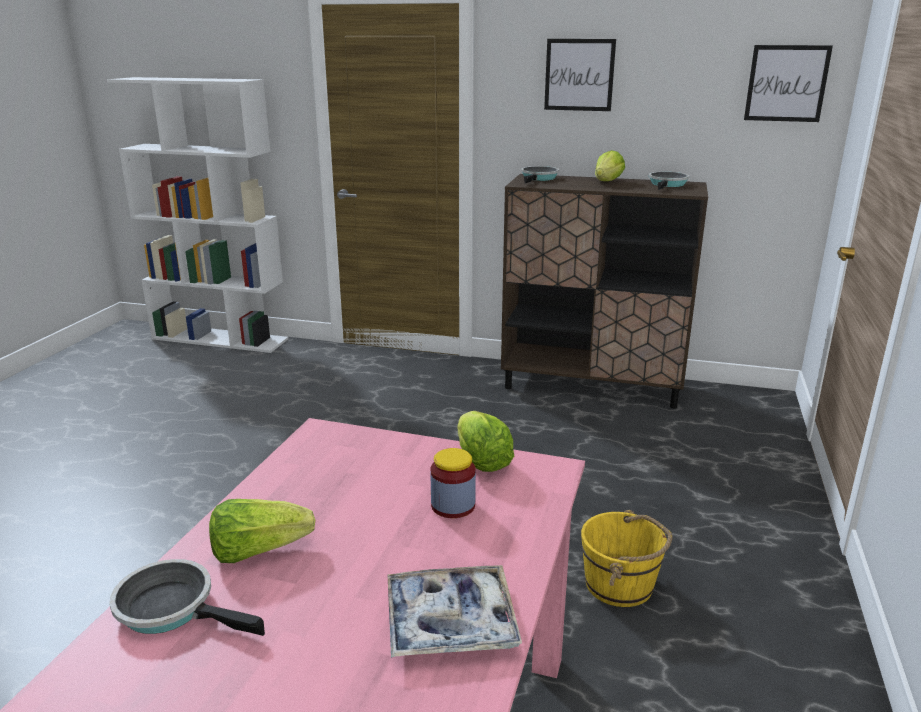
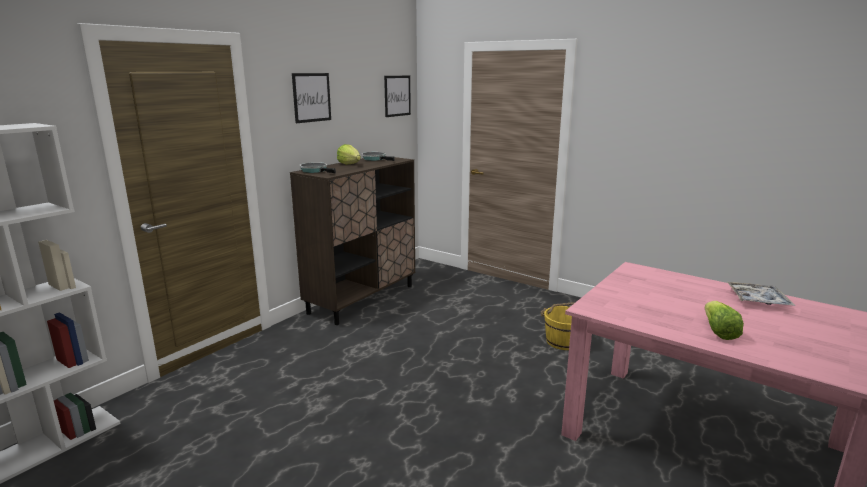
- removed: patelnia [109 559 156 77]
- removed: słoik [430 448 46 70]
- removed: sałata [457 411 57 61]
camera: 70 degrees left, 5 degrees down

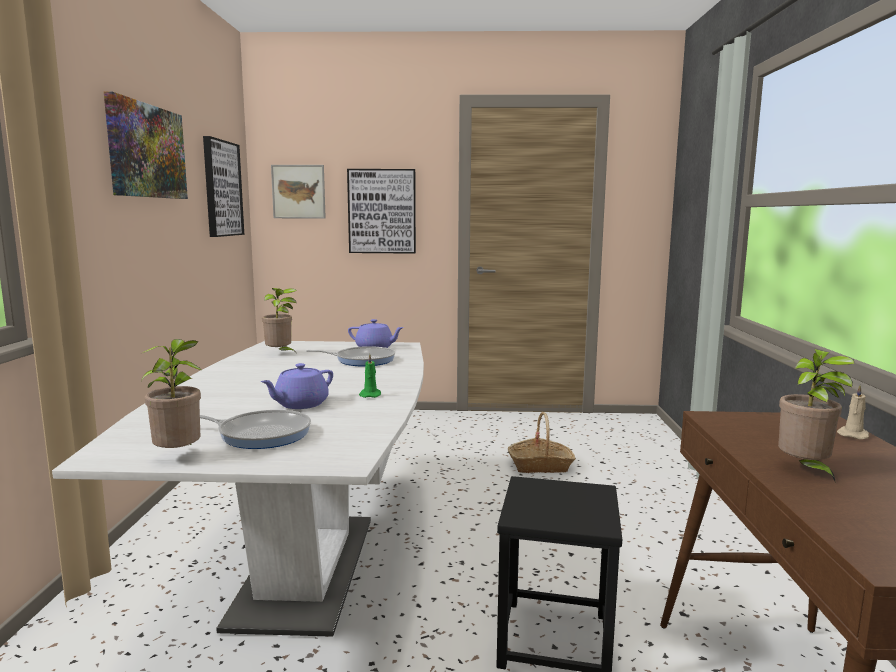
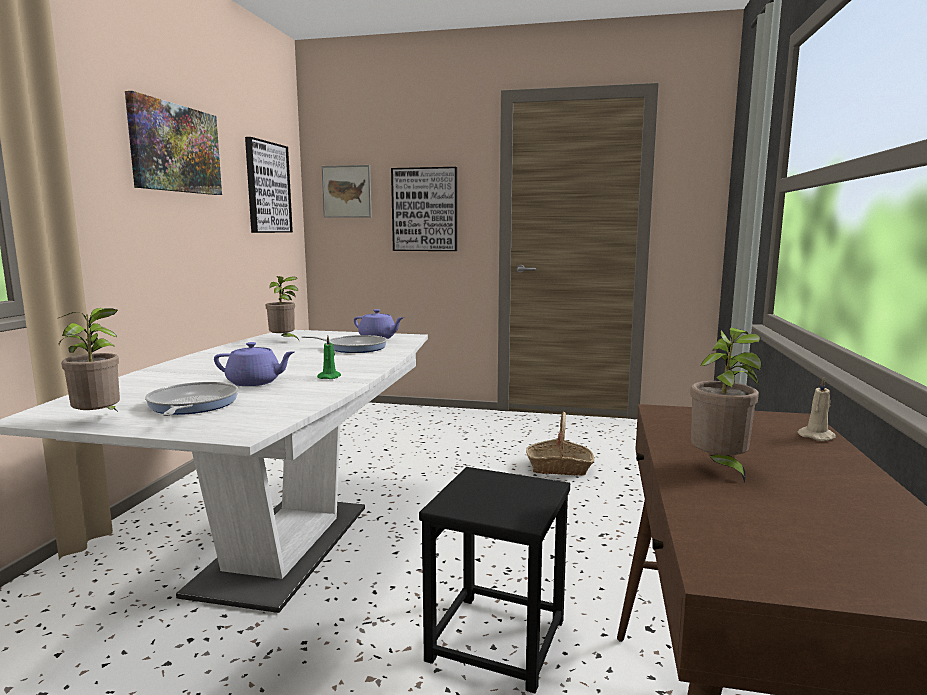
- turned: patelnia [200 410 111 39] = [145 382 93 34] 120 degrees counterclockwise
- turned: imbryk (fioletowy) [261 363 72 46] = [214 342 80 44] 135 degrees counterclockwise
camera: 10 degrees right, 0 degrees up

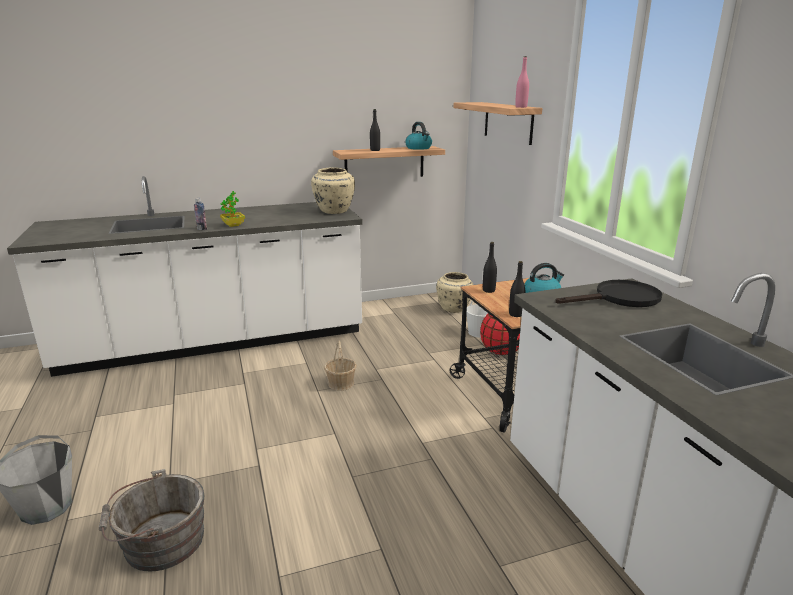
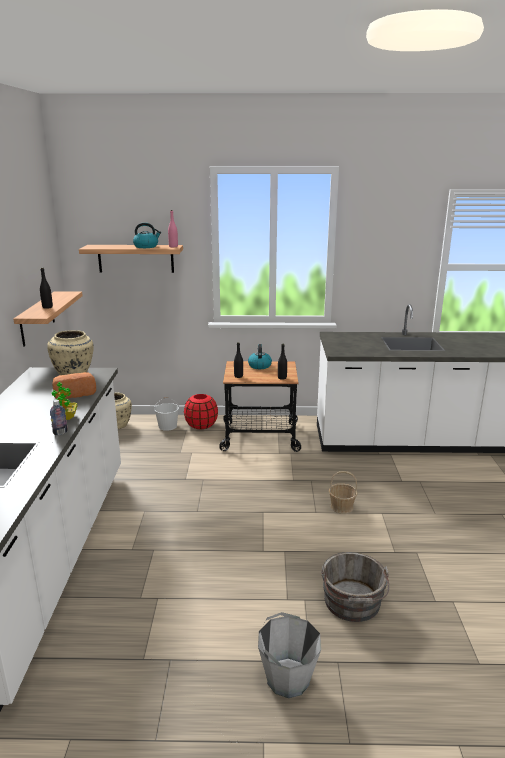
- added: chleb [53 372 43 27]
- moved: czajnik [405 122 27 28] to [133 222 28 26]
- moved: koszyk [324 340 33 51] to [329 471 28 43]
- removed: patelnia (czarny) [555 280 107 27]
camera: 70 degrees left, 0 degrees up

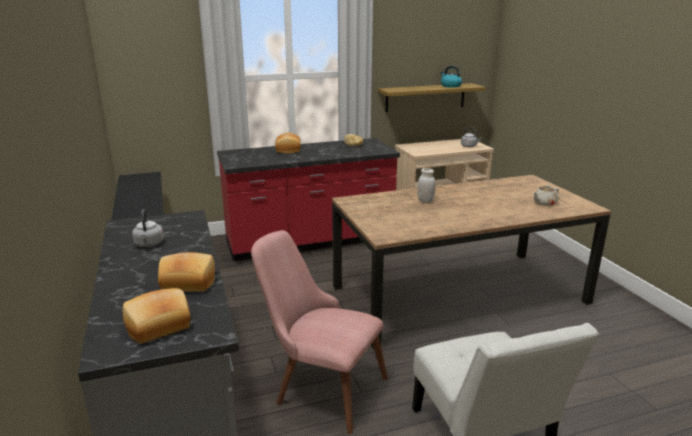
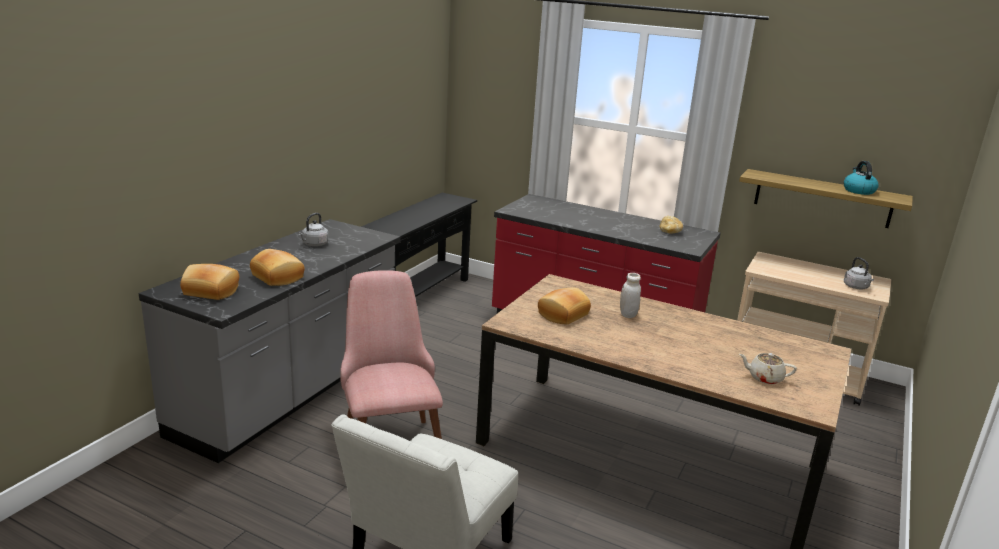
- moved: chleb [275 132 26 22] to [538 288 53 37]
camera: 45 degrees right, 0 degrees up

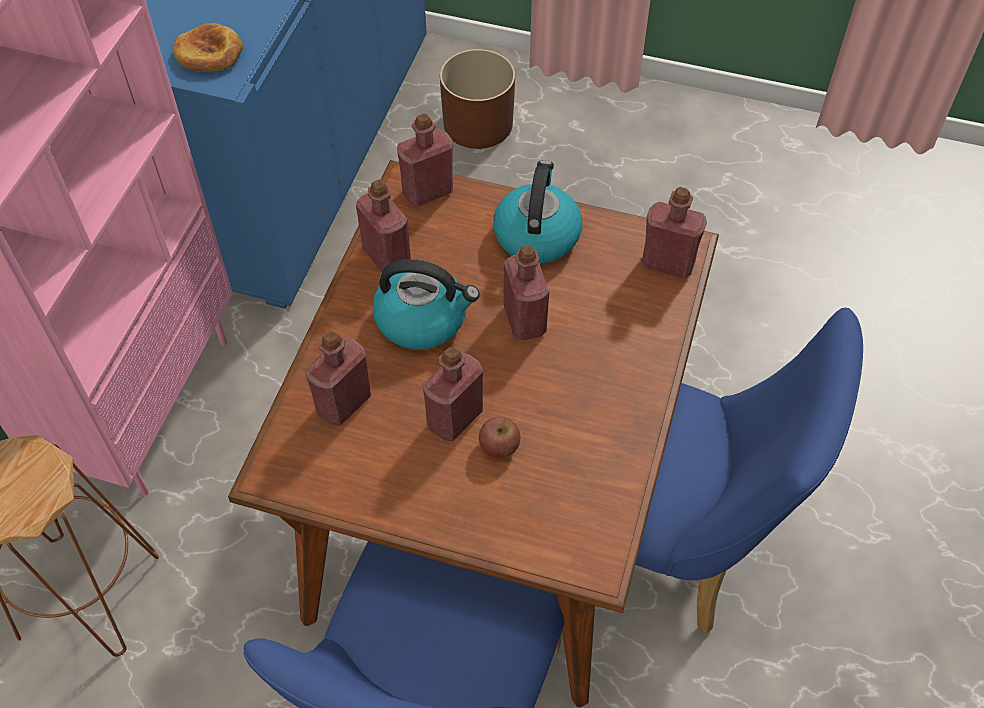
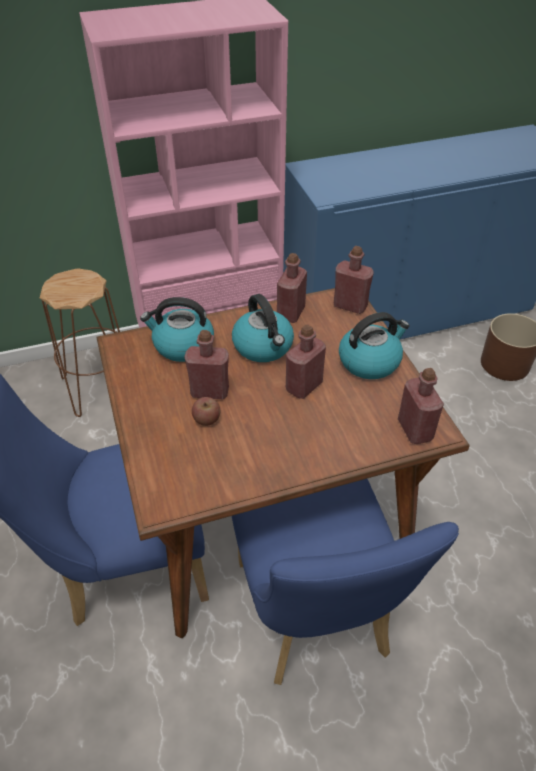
- replaced: butelka (czerwony) [305 331 66 95] to czajnik [140 297 74 65]
- removed: chleb [173 23 70 49]
camera: 55 degrees right, 10 degrees down

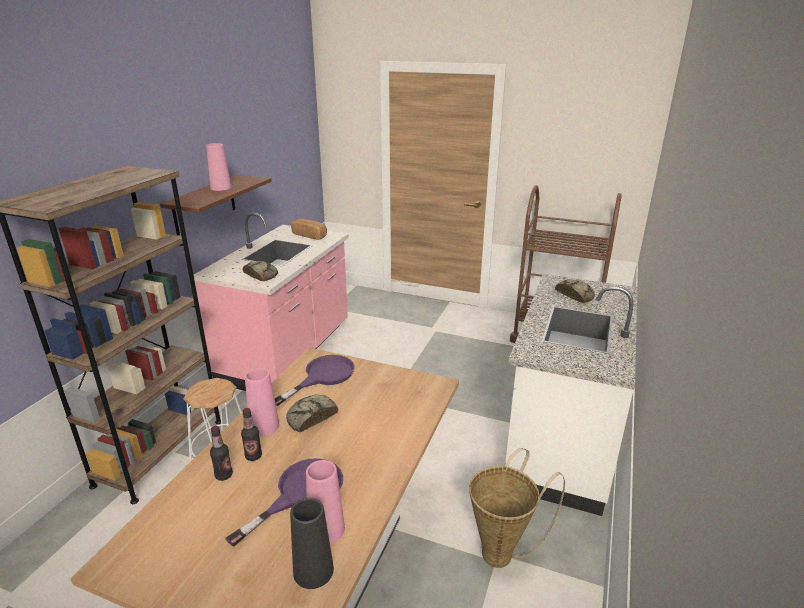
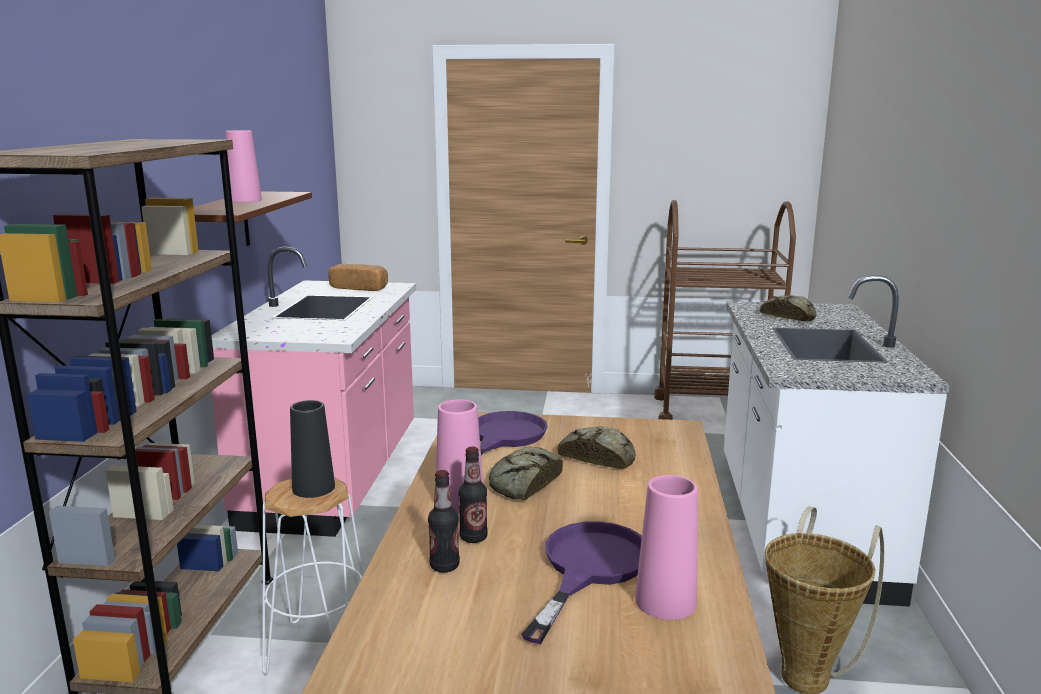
- moved: wazon (czarny) [290 498 44 91] to [290 400 45 98]
- moved: chleb [243 261 35 20] to [557 426 78 43]
camera: 15 degrees left, 10 degrees down

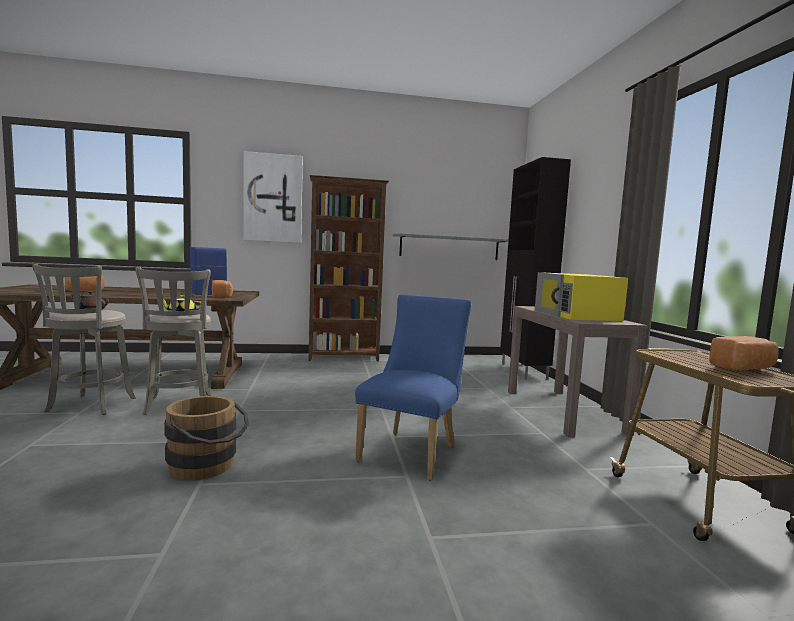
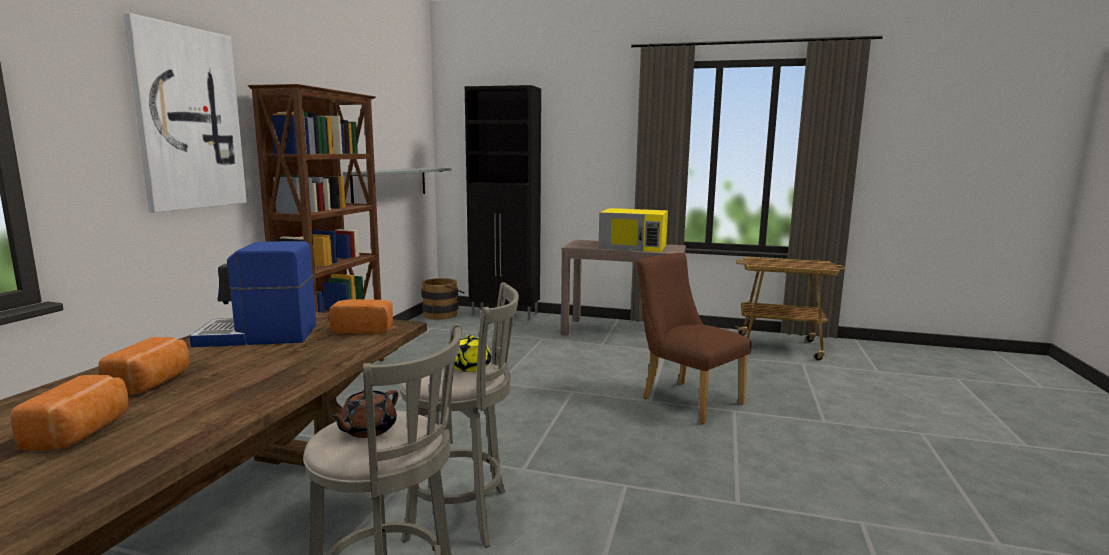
- moved: chleb [709 336 70 34] to [98 337 91 58]
- moved: wiadro (brązowy) [164 396 85 84] to [421 278 44 42]
- recoloured: krzesło (niebieski) [355 294 116 187] to krzesło (brązowy) [637 253 115 171]
camera: 65 degrees left, 5 degrees up

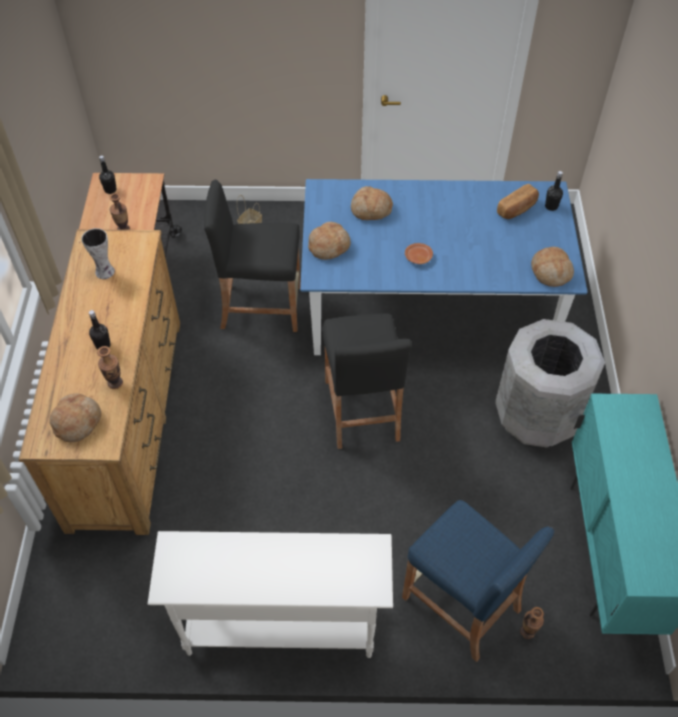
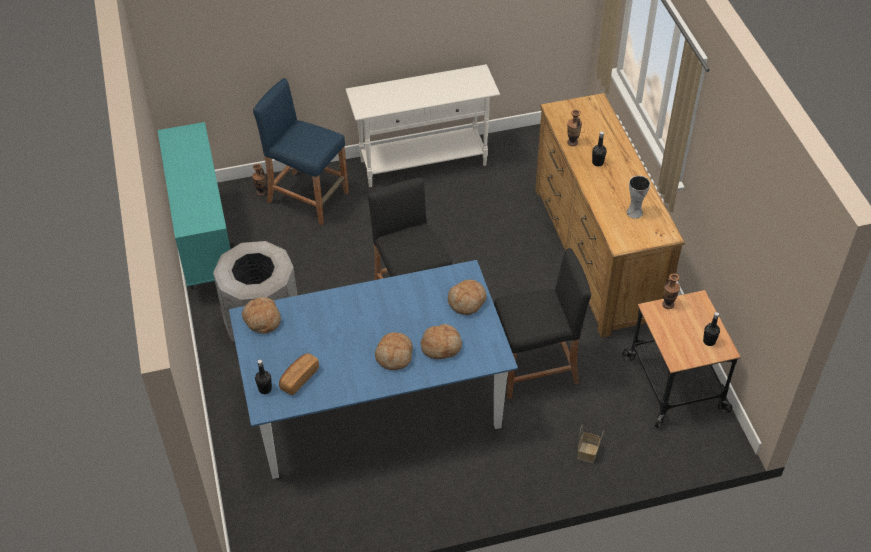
- moved: chleb [49 393 52 49] to [375 332 38 38]
- removed: talerz (brązowy) [405 243 28 21]
camera: 165 degrees right, 5 degrees down

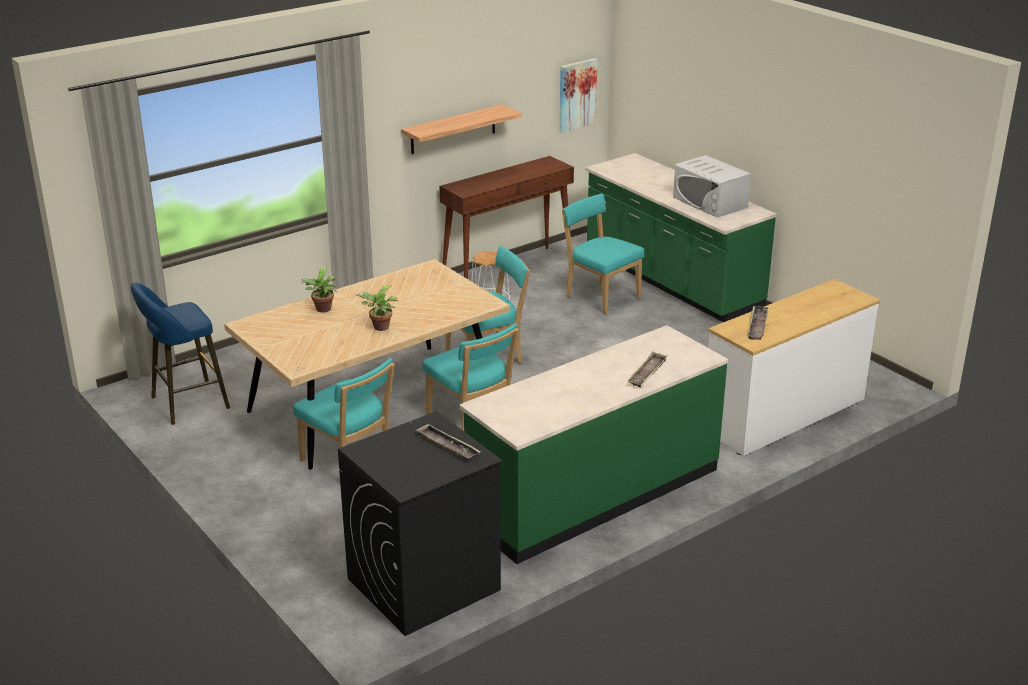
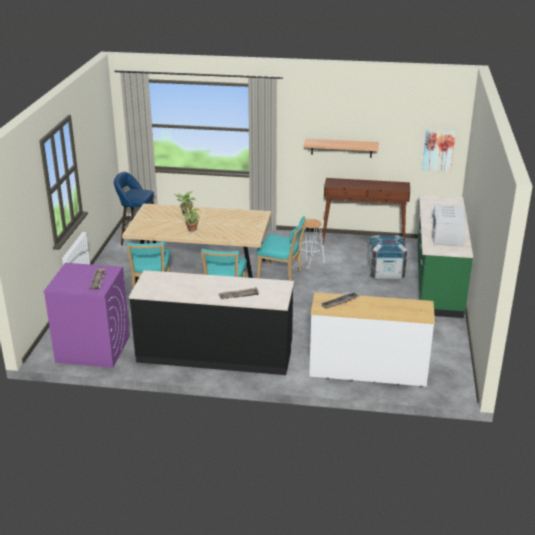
- recoloured: pralka (czarny) [338 411 164 225] to pralka (fioletowy) [43 263 87 105]
- recoloured: zabudowa kuchenna (zielony) [459 325 269 239] to zabudowa kuchenna (czarny) [129 270 165 105]
- replaced: krzesło (turkusowy) [562 194 83 121] to skrzynka [368 235 39 45]
camera: 45 degrees right, 0 degrees up

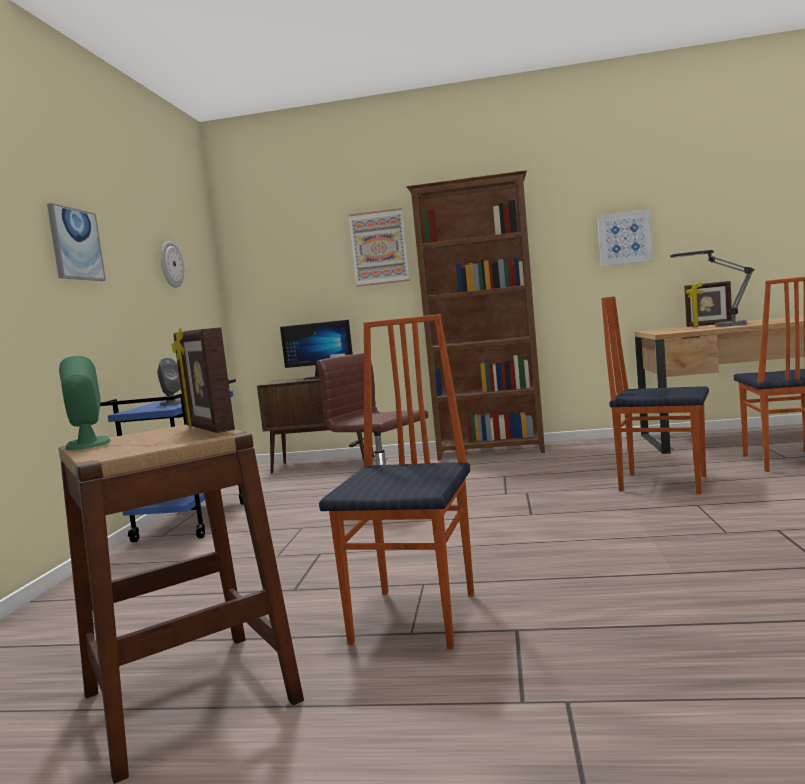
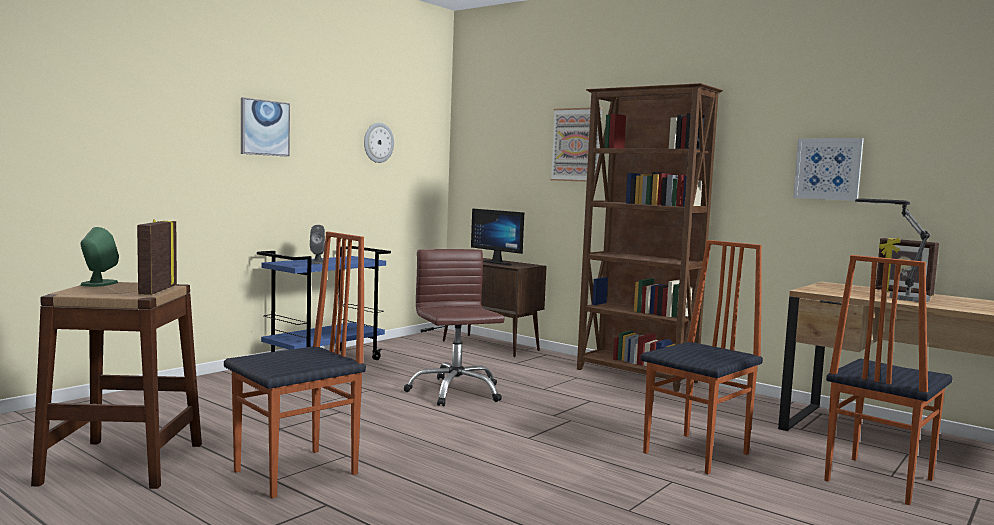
- turned: krzesło [601 296 108 198] = [641 240 122 234] 75 degrees clockwise
camera: 30 degrees right, 0 degrees up

